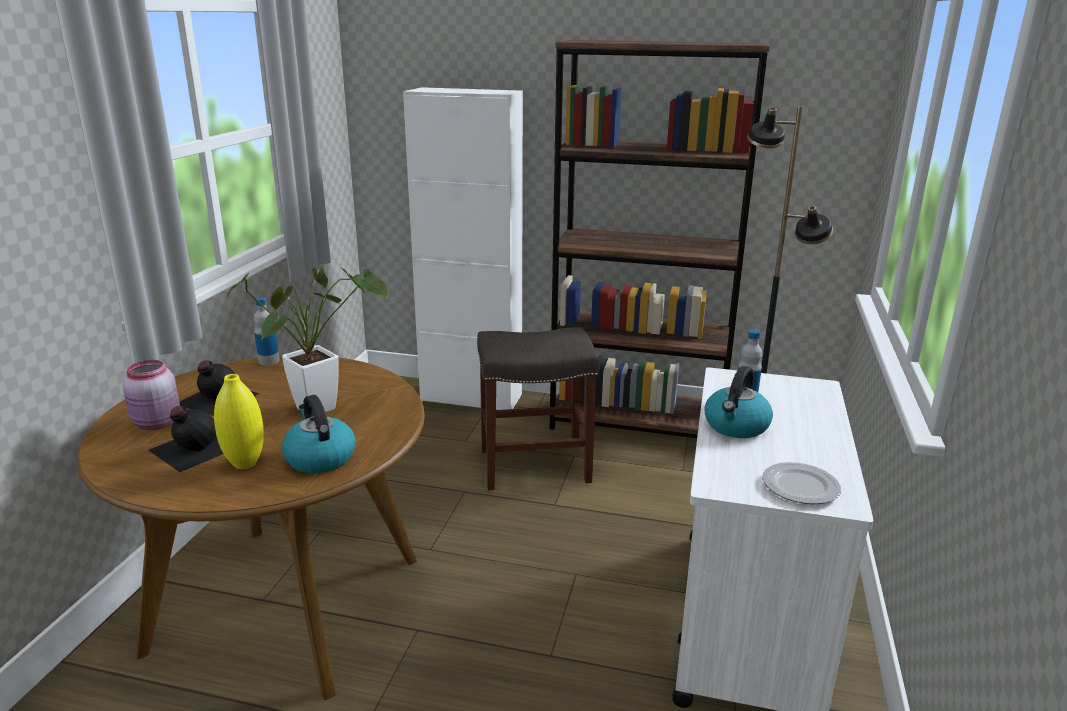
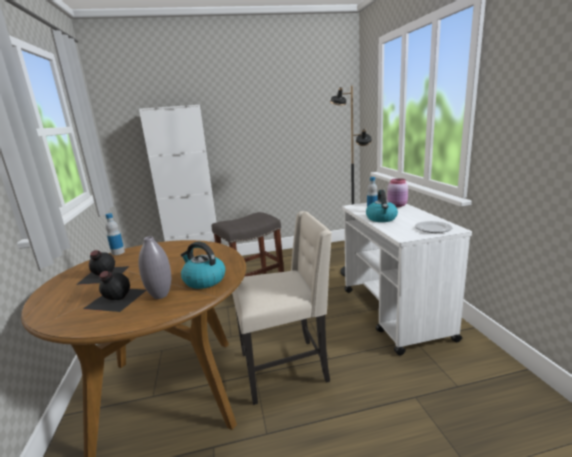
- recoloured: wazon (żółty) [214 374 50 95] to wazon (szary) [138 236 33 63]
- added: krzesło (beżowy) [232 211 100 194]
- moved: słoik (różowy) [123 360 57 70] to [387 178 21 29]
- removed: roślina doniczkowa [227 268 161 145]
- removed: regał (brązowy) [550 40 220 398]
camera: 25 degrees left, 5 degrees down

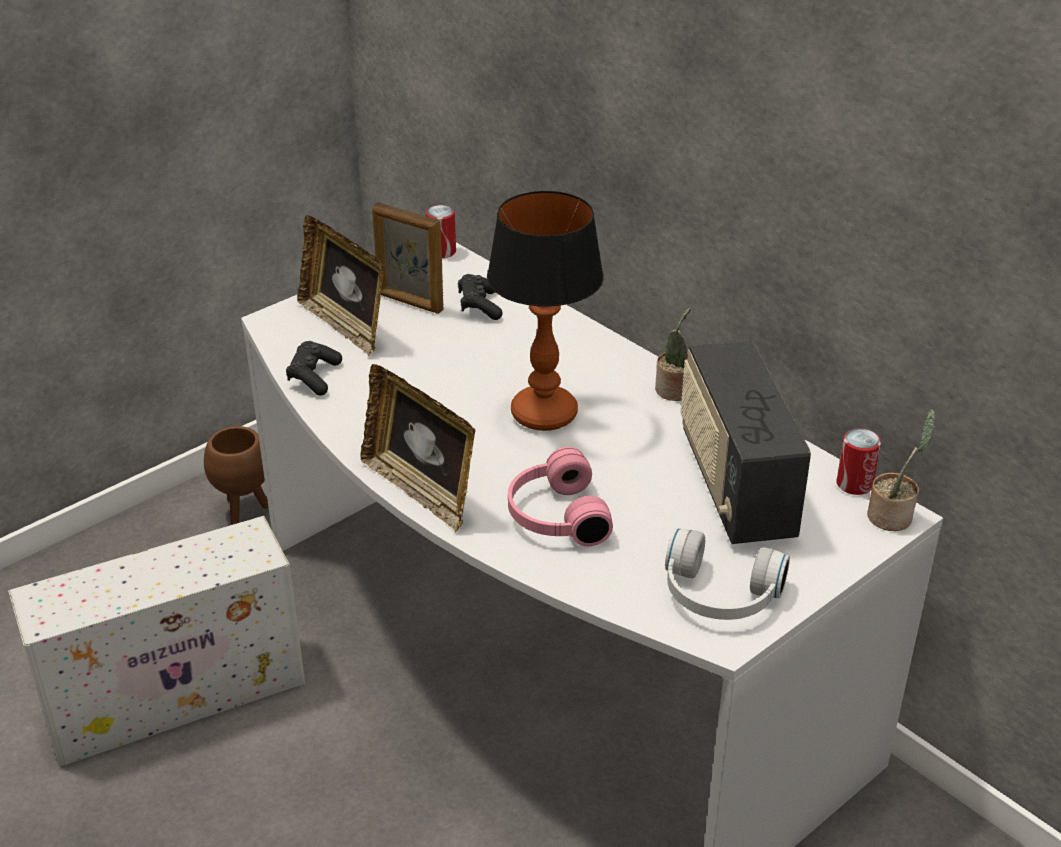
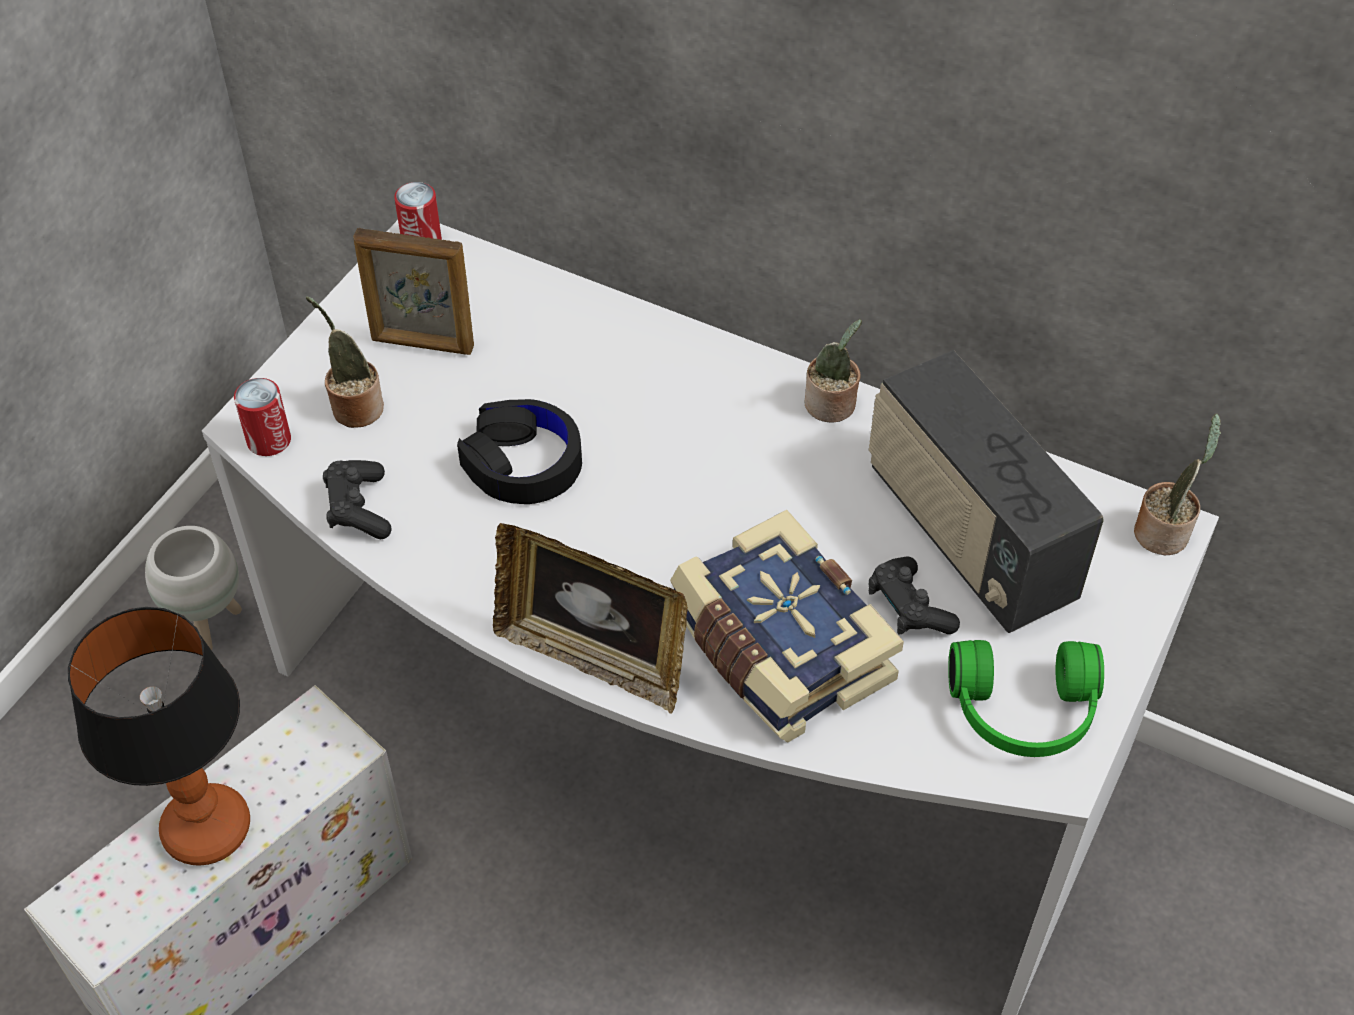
- moved: lampa stołowa [487 191 117 240] to [68 607 182 259]
- recoloured: donica (brązowy) [204 426 64 99] to donica (biały) [145 526 97 124]
- moved: puszka [836 428 45 67] to [234 378 57 78]
- replaced: ramka na zdjęcie [297 215 87 141] to roślina doniczkowa [306 296 78 132]
- added: słuchawki (czarny) [457 399 125 105]
- replaced: słuchawki (różowy) [508 447 105 99] to książka [670 510 234 233]
- moved: pad do gier (czarny) [458 274 44 46] to [868 557 92 78]
- recoloured: słuchawki (biały) [665 528 125 92] to słuchawki (zielony) [948 640 156 117]
camera: 20 degrees left, 15 degrees up

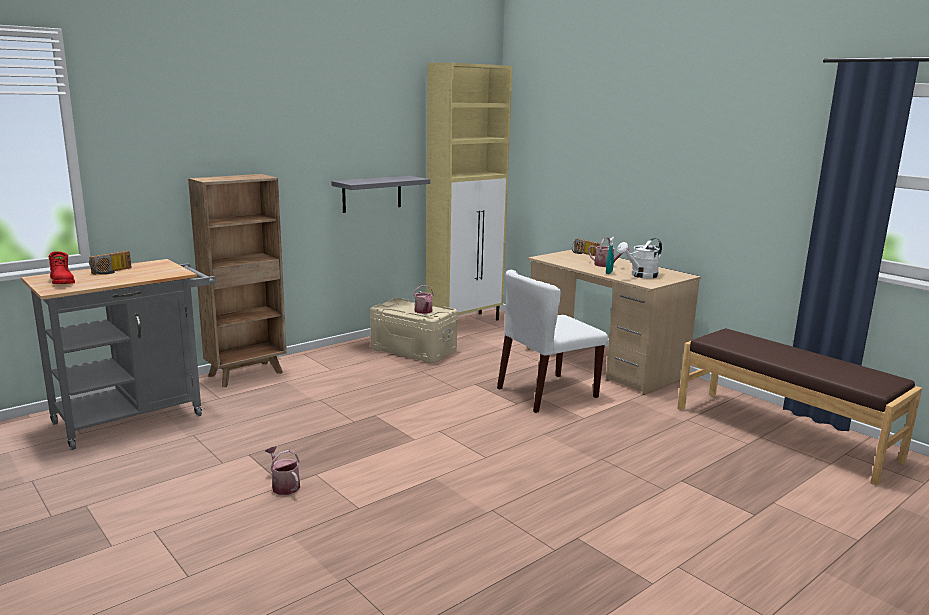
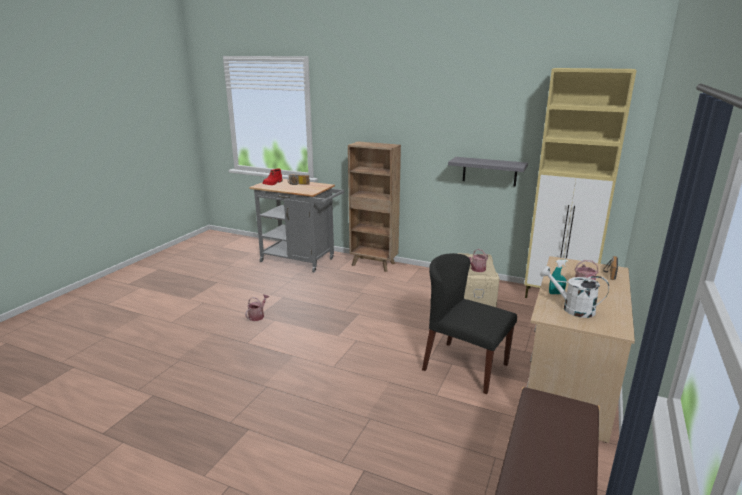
- recoloured: krzesło (biały) [497 270 111 143] to krzesło (czarny) [422 253 95 141]
camera: 65 degrees right, 5 degrees up

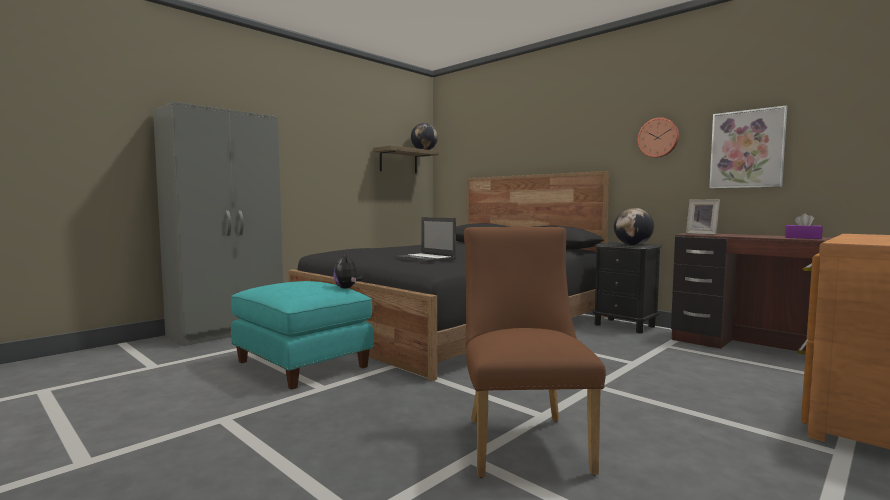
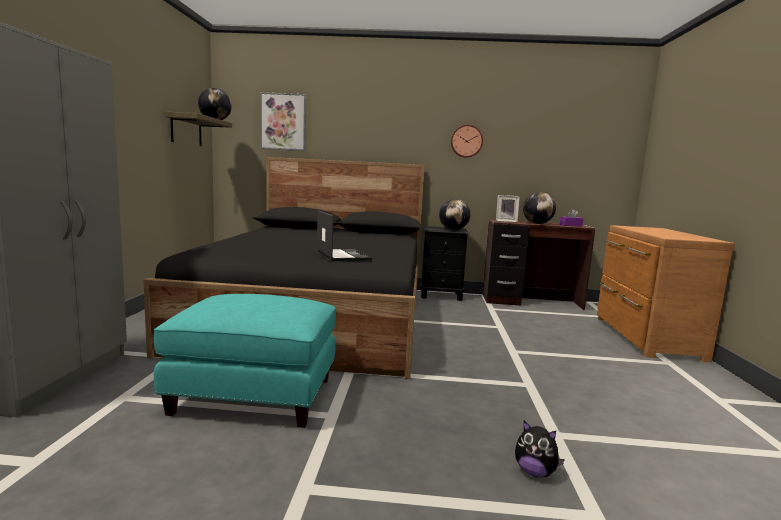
- moved: obraz [709 106 78 83] to [261 92 45 59]
- turned: laptop [393 217 63 45] = [316 210 56 51] 120 degrees counterclockwise
- moved: pluszak [333 253 30 36] to [515 421 50 56]
- added: globus [523 192 33 32]
- removed: krzesło (brązowy) [464 227 142 251]
camera: 40 degrees left, 5 degrees up

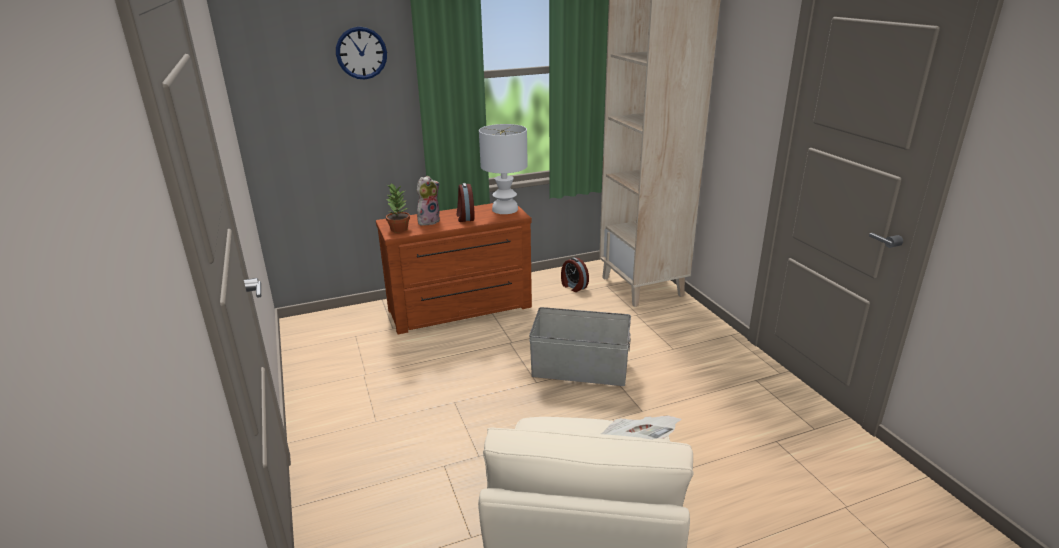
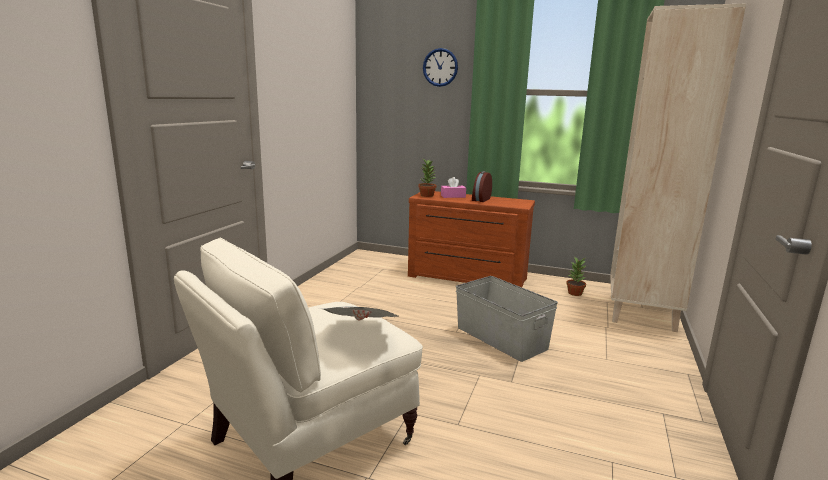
- replaced: pluszak [417 176 23 50] to pudełko chusteczek (różowy) [441 177 25 21]
- replaced: budzik [561 257 28 35] to roślina doniczkowa [566 256 21 40]
- removed: lampa stołowa (biały) [479 124 49 90]
camera: 40 degrees right, 10 degrees down

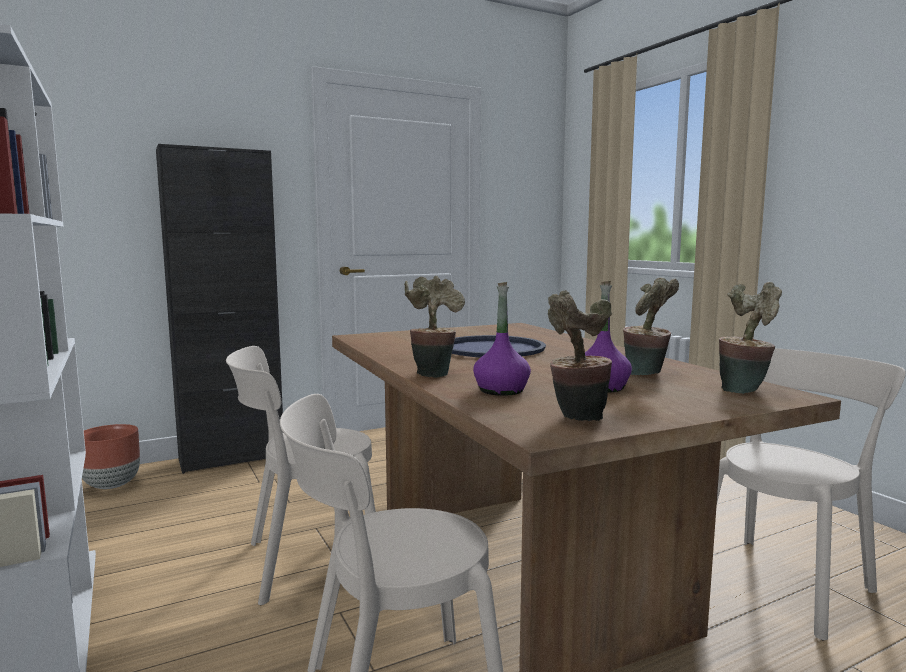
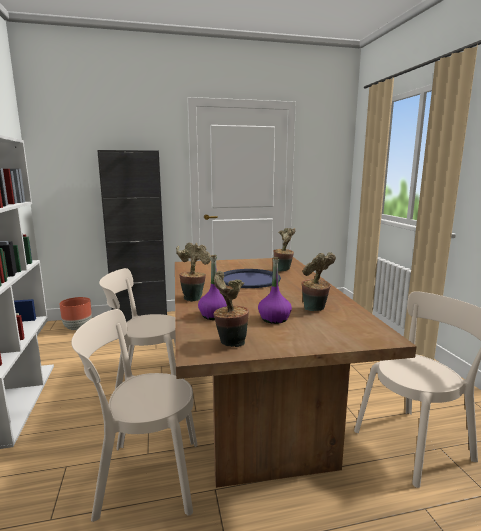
- moved: roślina doniczkowa [719 282 63 112] to [273 228 22 44]
camera: 15 degrees right, 5 degrees up

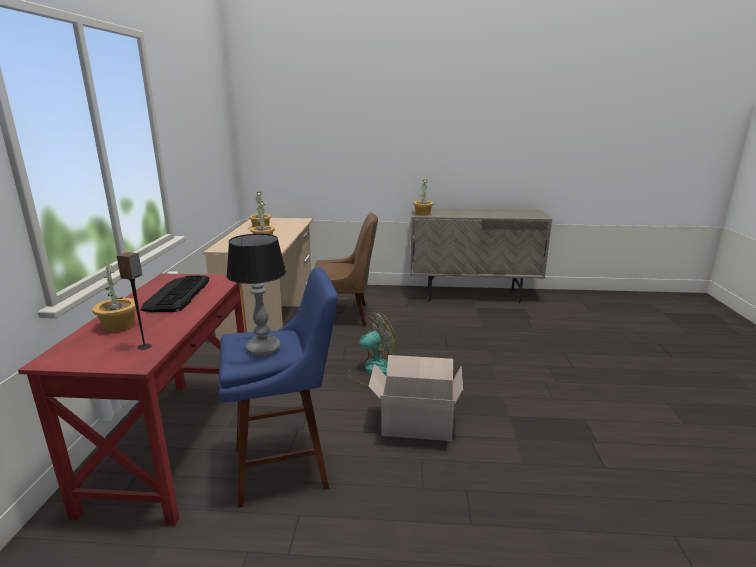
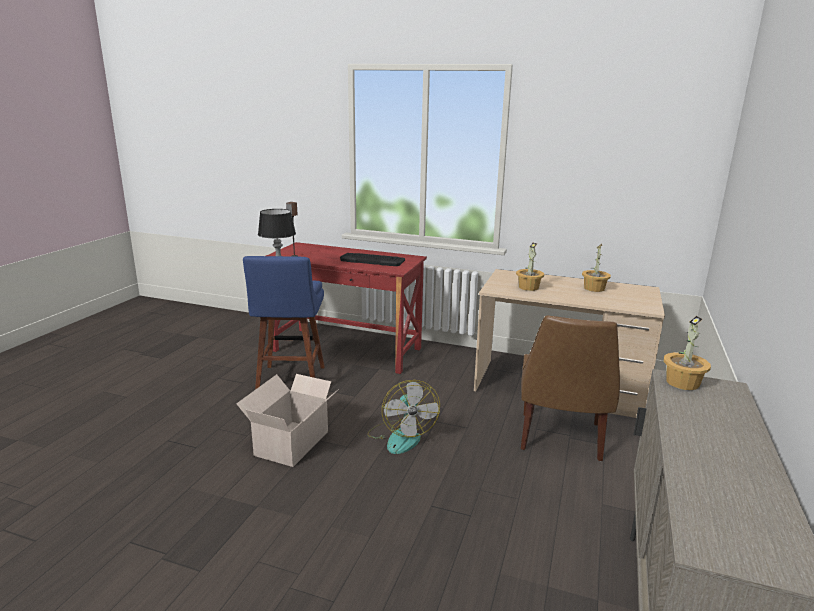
- removed: roślina doniczkowa [92 262 44 70]
camera: 105 degrees right, 0 degrees up

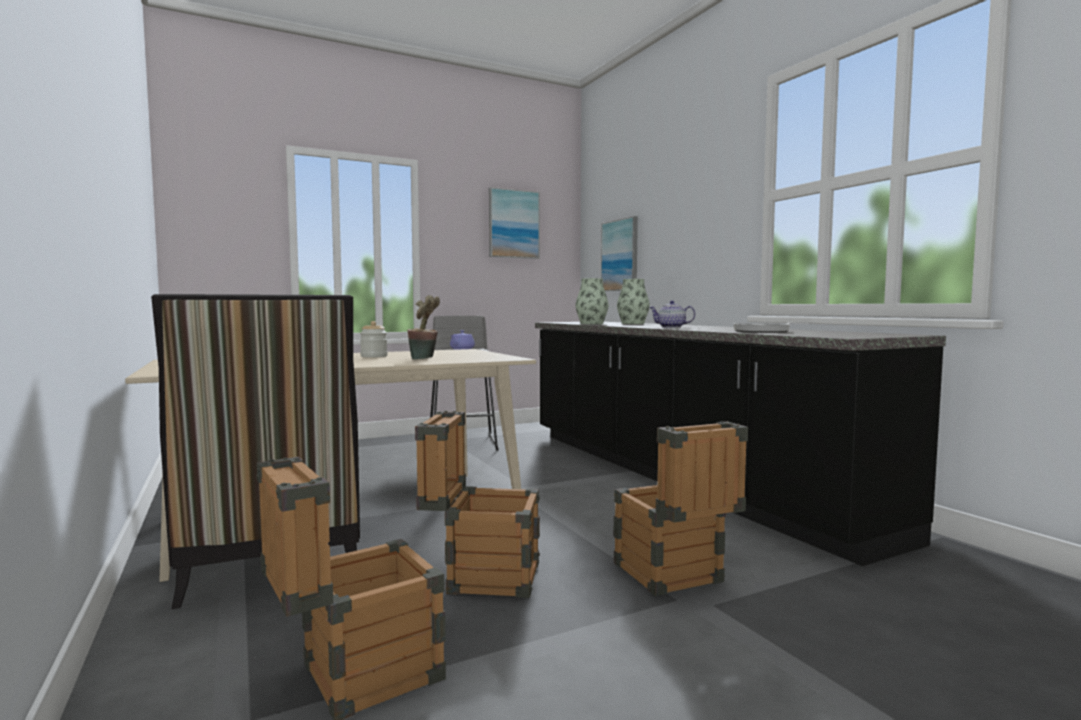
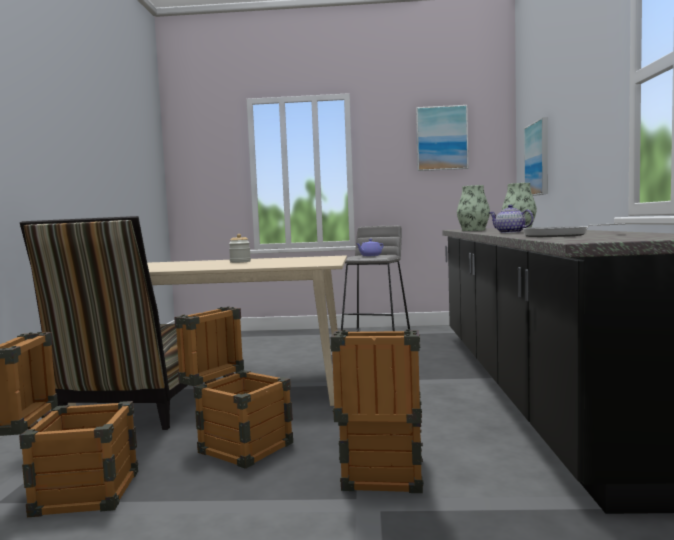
- removed: roślina doniczkowa [407 295 33 65]
camera: 30 degrees right, 0 degrees up

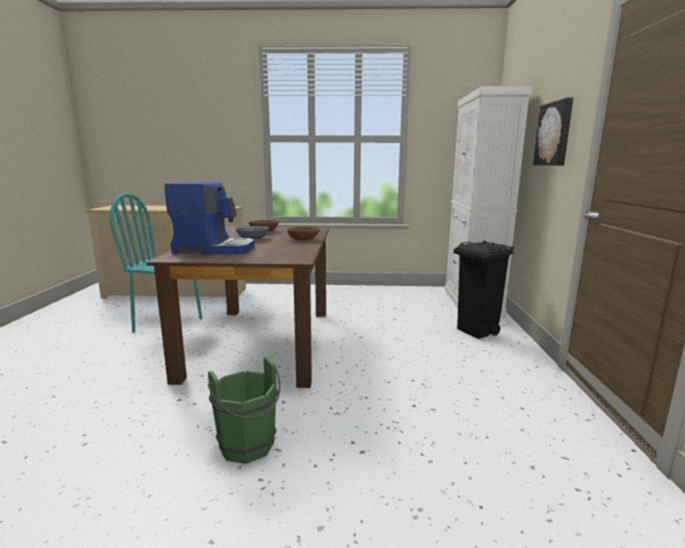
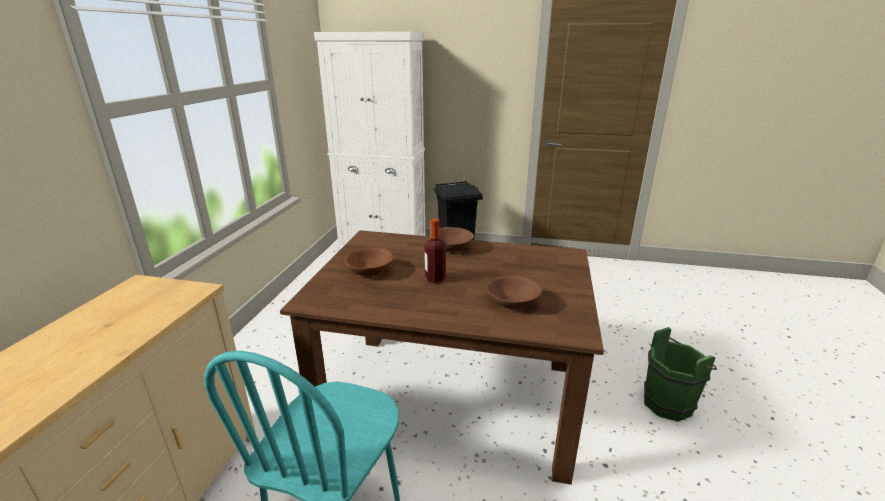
- replaced: miska (szary) [236 226 33 13] to butelka [424 218 22 65]
- replaced: ekspres do kawy [164 181 91 73] to miska (brązowy) [487 275 55 33]
- removed: obraz [533 98 40 68]
camera: 80 degrees left, 10 degrees up

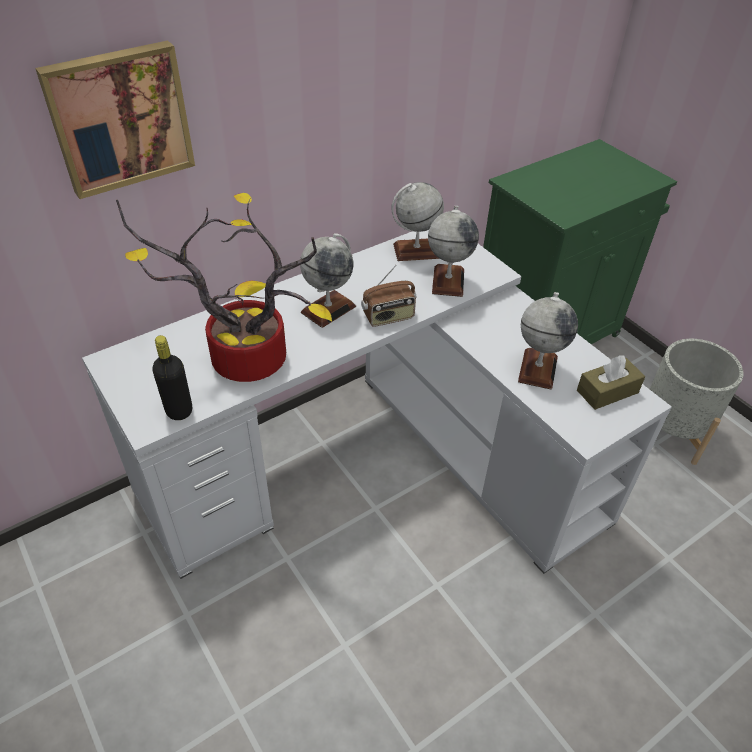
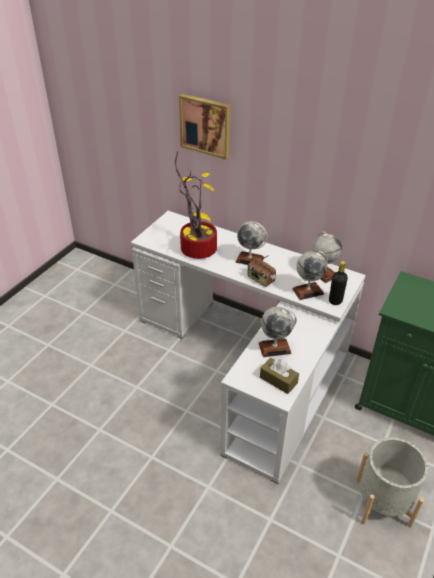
- moved: butelka (czarny) [153 335 39 85] to [329 261 19 44]
camera: 65 degrees right, 5 degrees down

